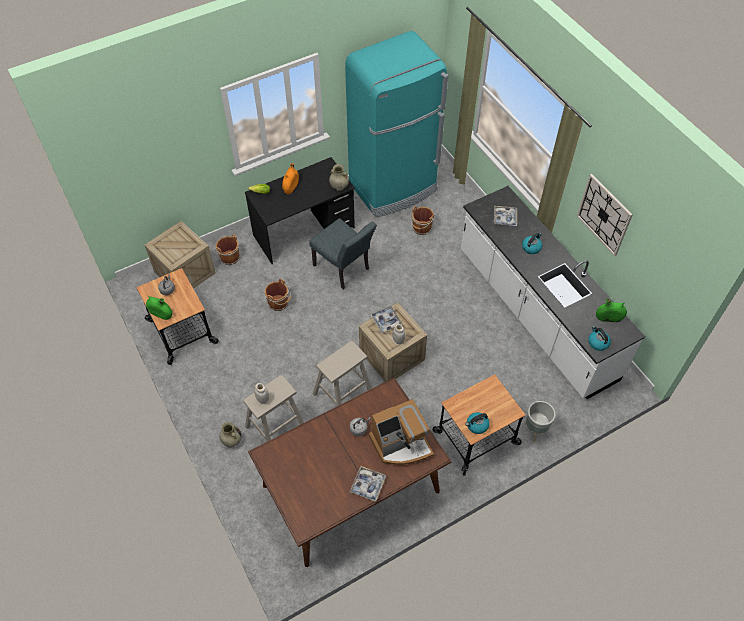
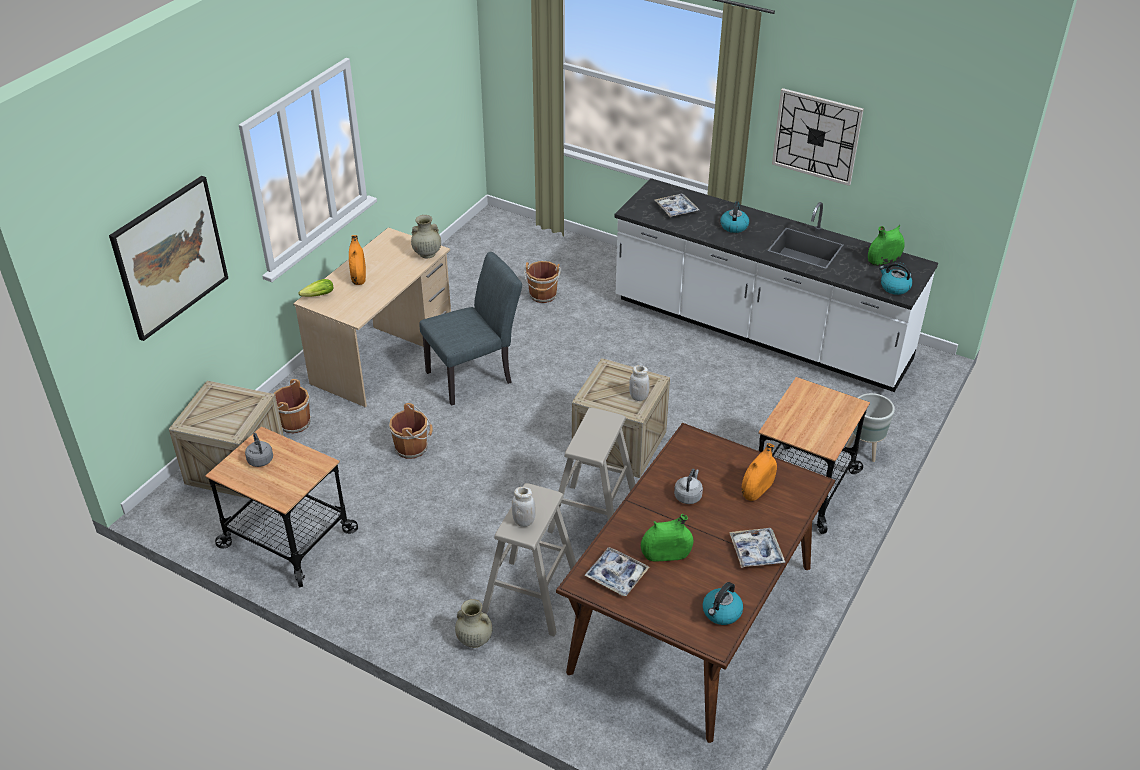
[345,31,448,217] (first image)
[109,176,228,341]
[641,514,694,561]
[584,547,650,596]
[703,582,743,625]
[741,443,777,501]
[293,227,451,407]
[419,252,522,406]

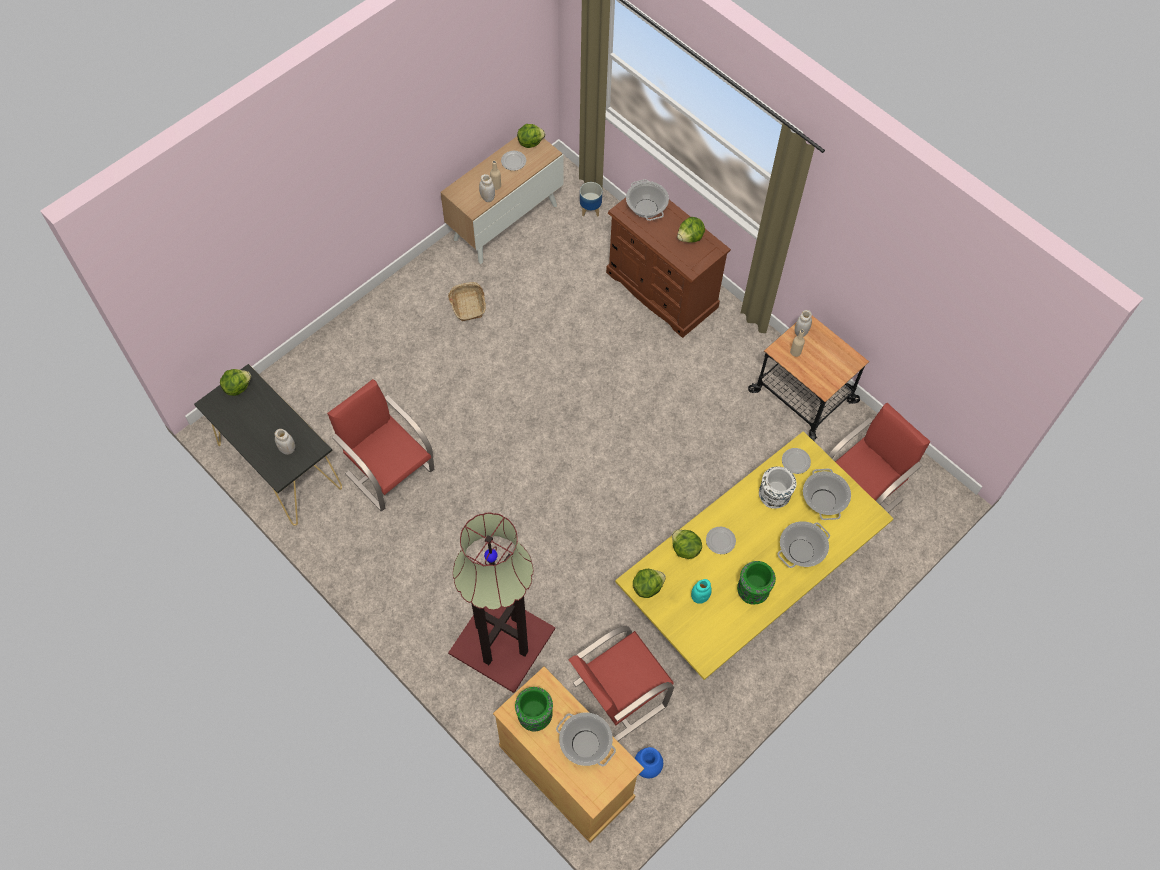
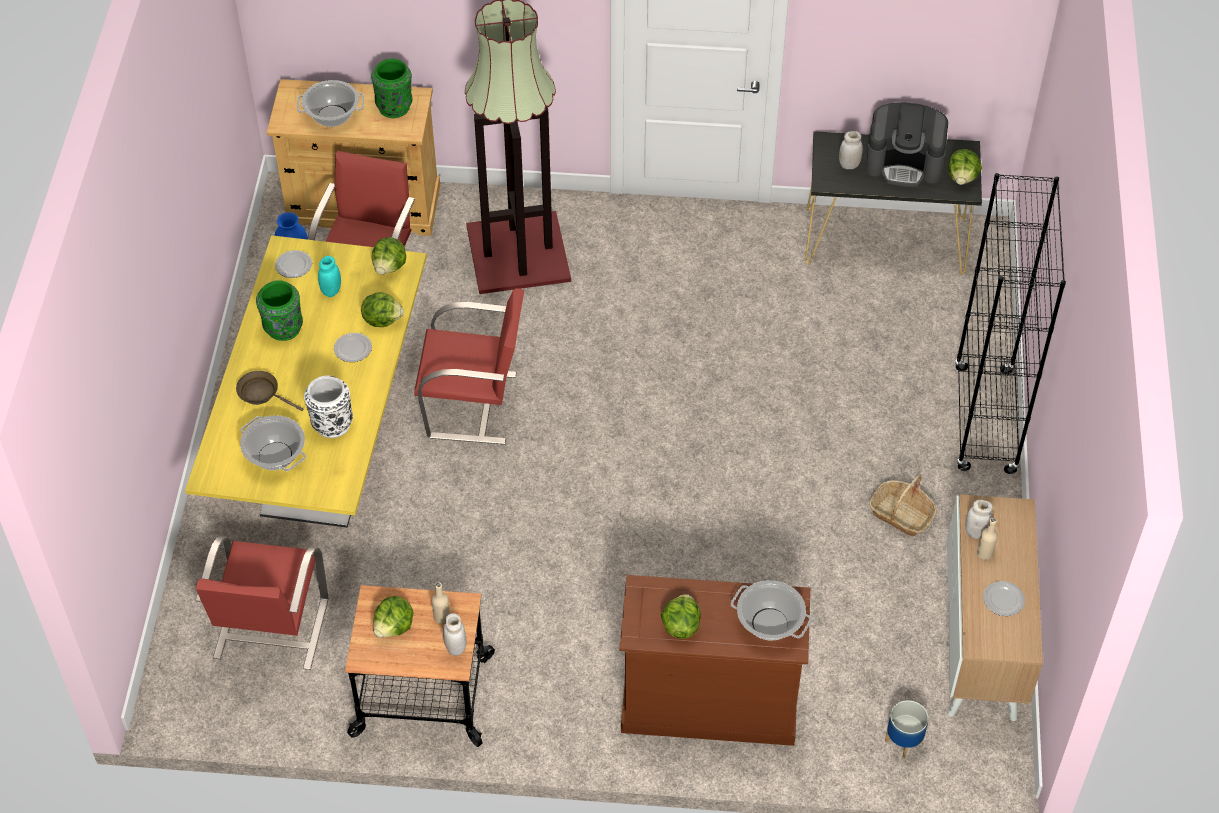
[865,102,948,187]
[954,173,1066,474]
[414,288,524,445]
[373,596,414,638]
[275,250,312,278]
[236,371,303,411]

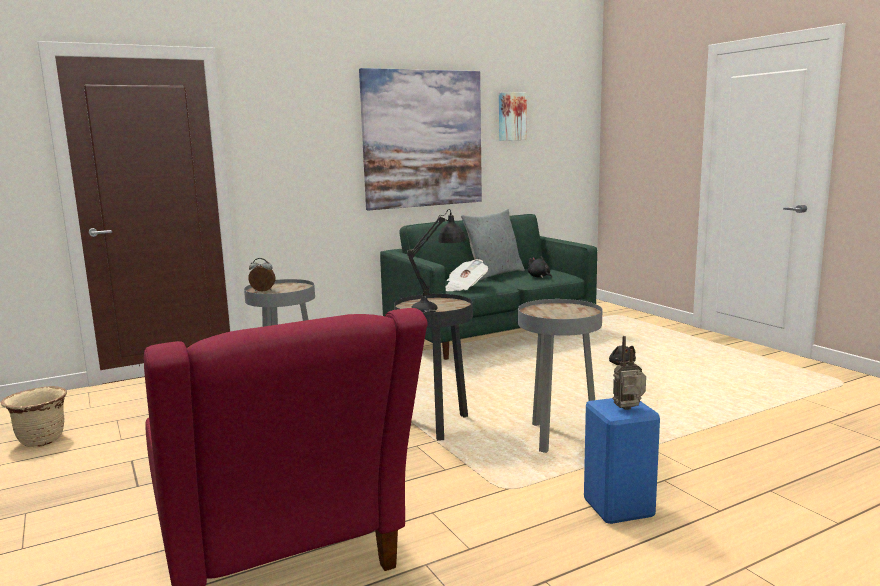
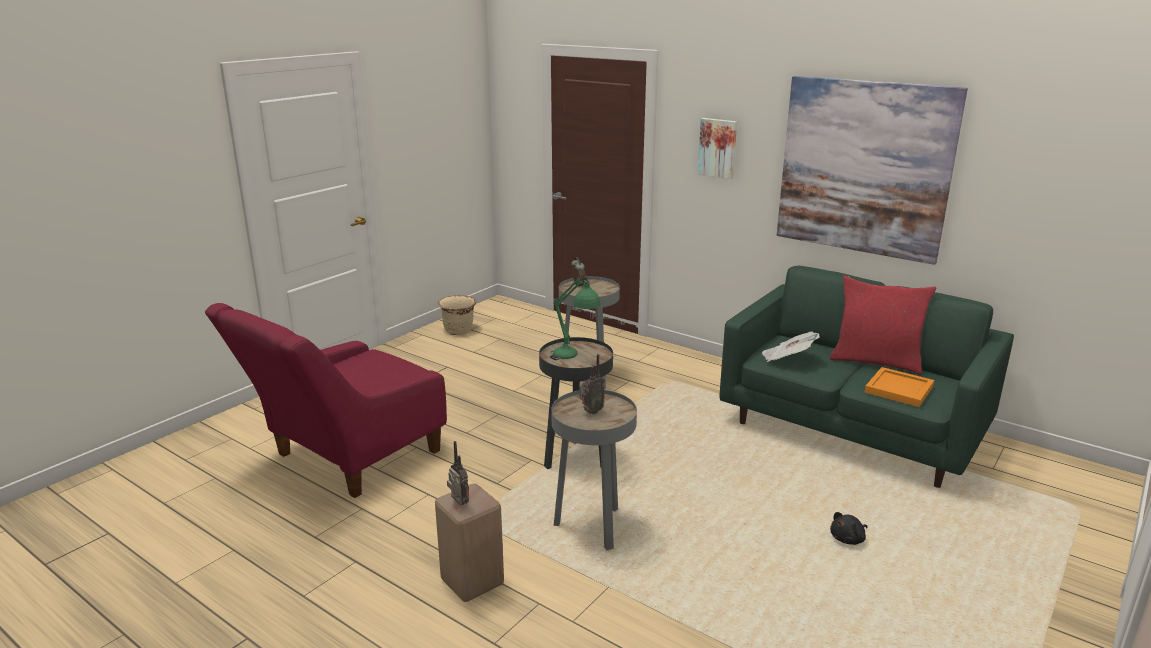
[580,354,605,414]
[698,118,737,179]
[864,367,934,407]
[550,274,601,360]
[830,275,936,375]
[435,484,504,602]

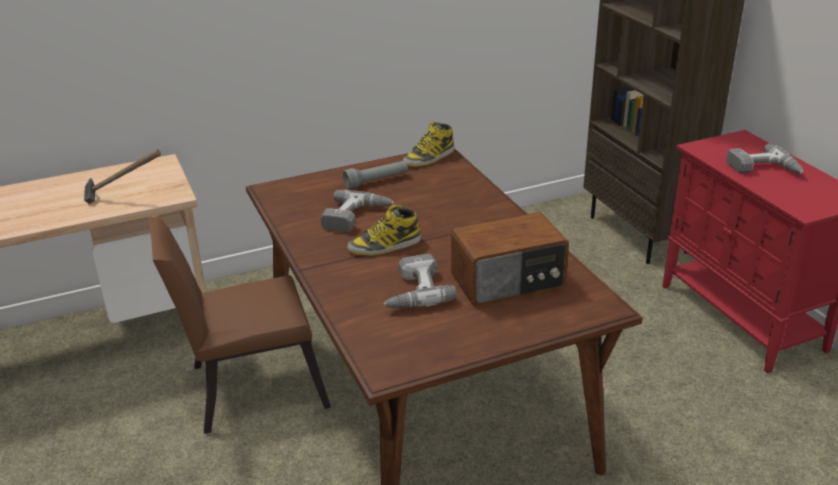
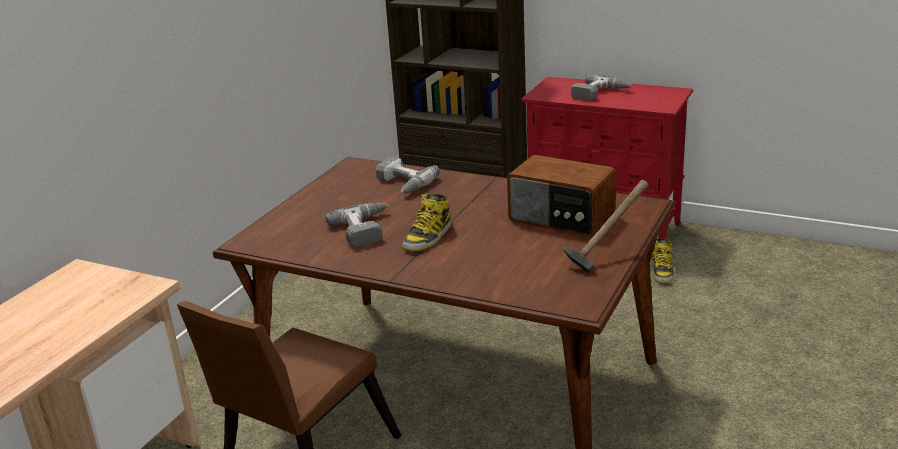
[343,161,408,189] (first image)
[562,180,649,273]
[376,157,440,193]
[652,238,674,284]
[507,155,616,237]

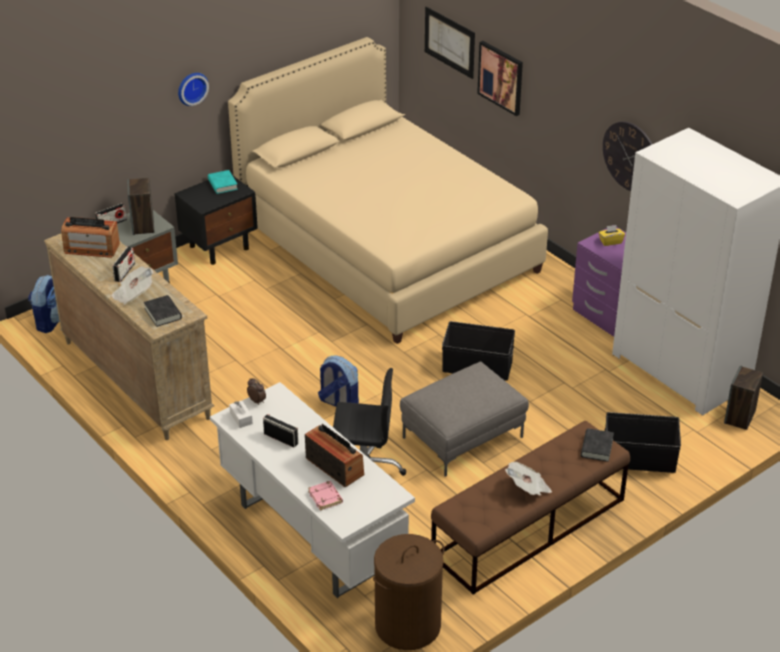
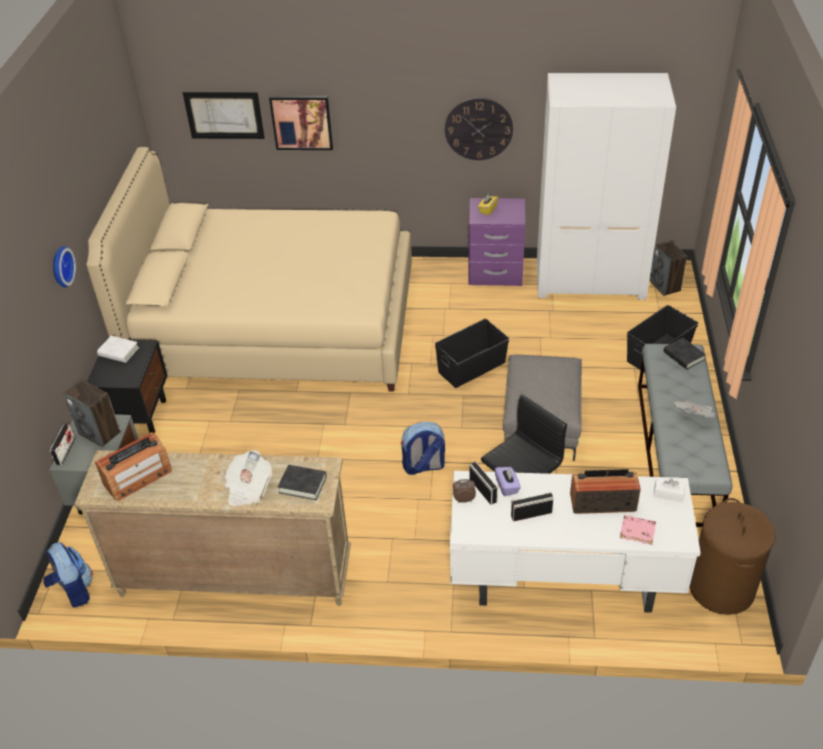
[495,467,521,496]
[469,461,498,505]
[653,478,685,502]
[97,336,139,363]
[638,344,733,527]

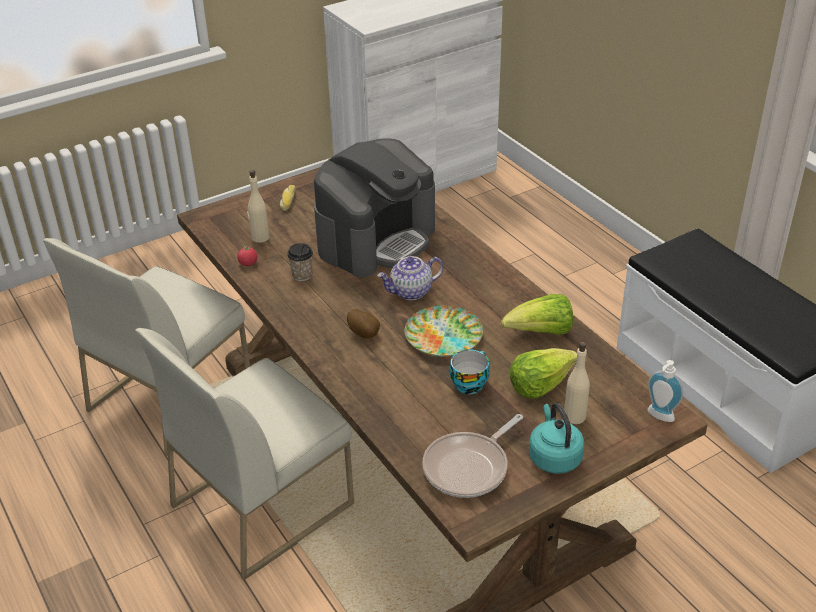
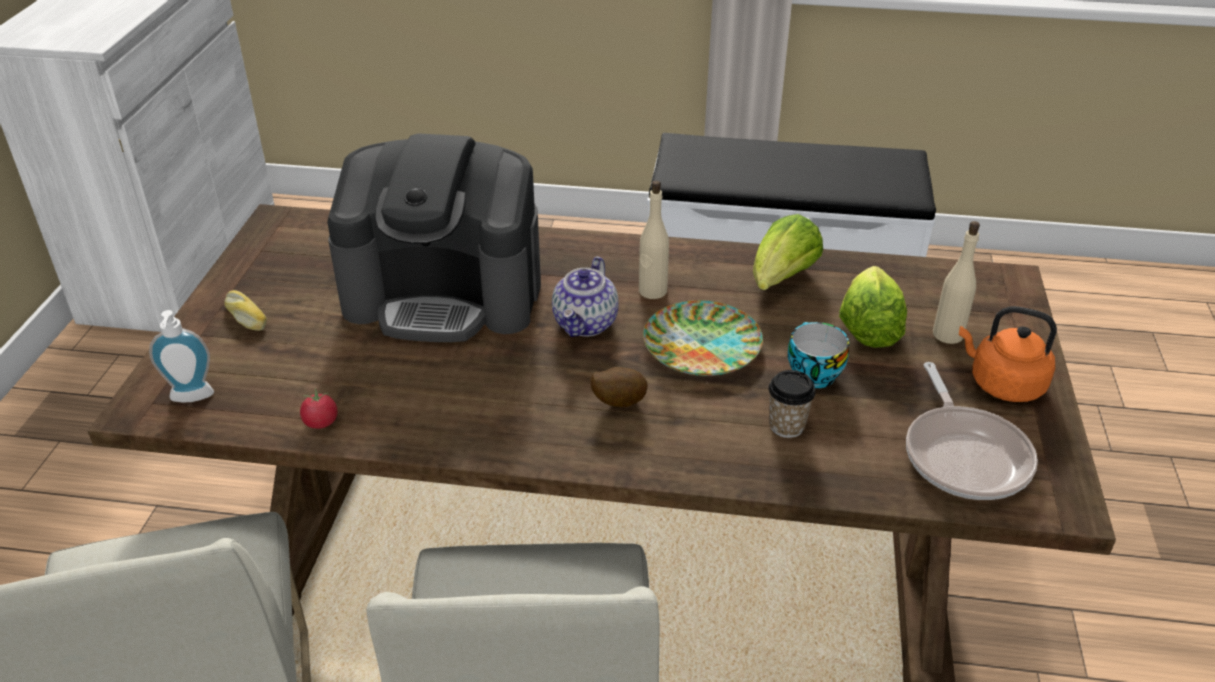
[639,180,669,299]
[768,370,816,438]
[149,310,214,402]
[959,306,1057,402]
[327,133,541,342]

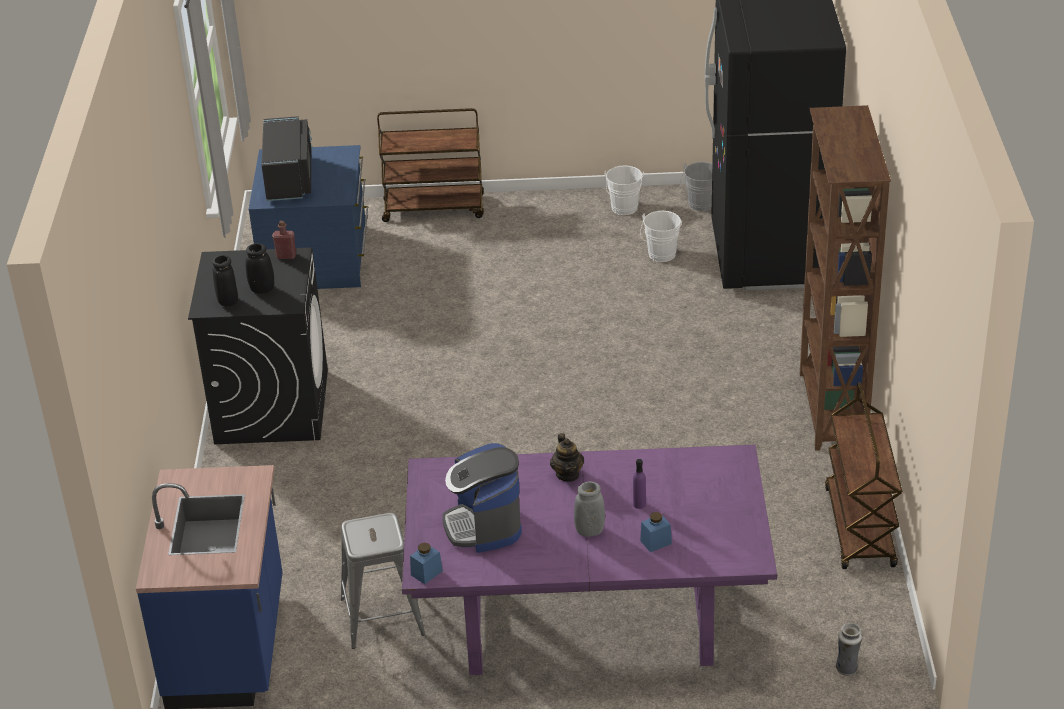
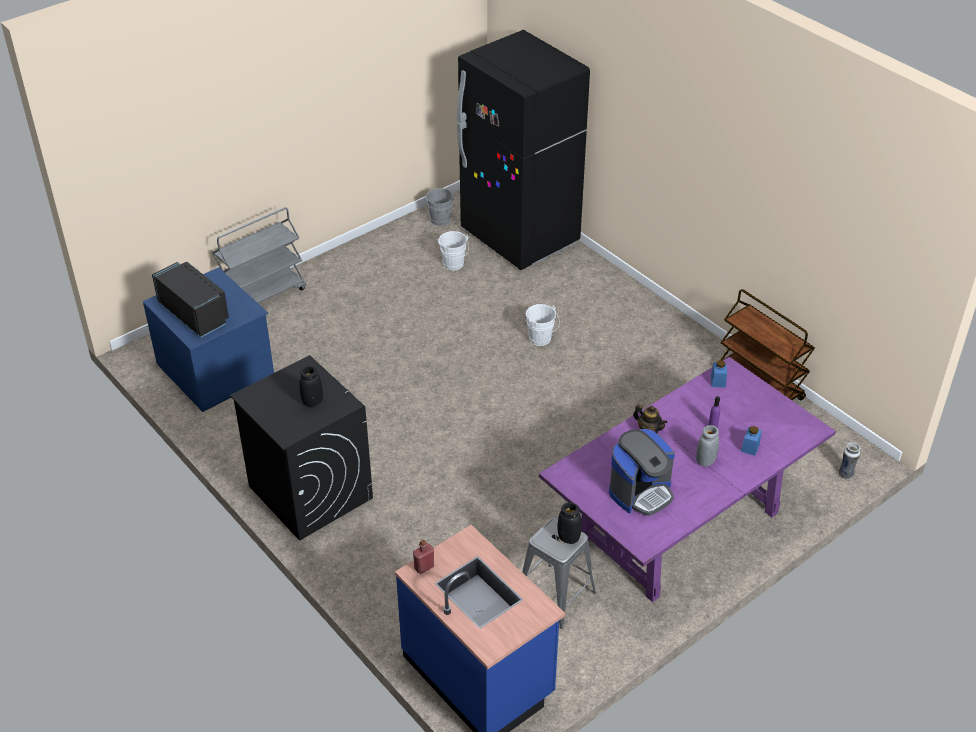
[800,105,891,451] (first image)
[557,502,582,544]
[413,540,434,574]
[711,360,727,388]
[526,304,560,346]
[212,207,306,303]
[609,429,675,516]

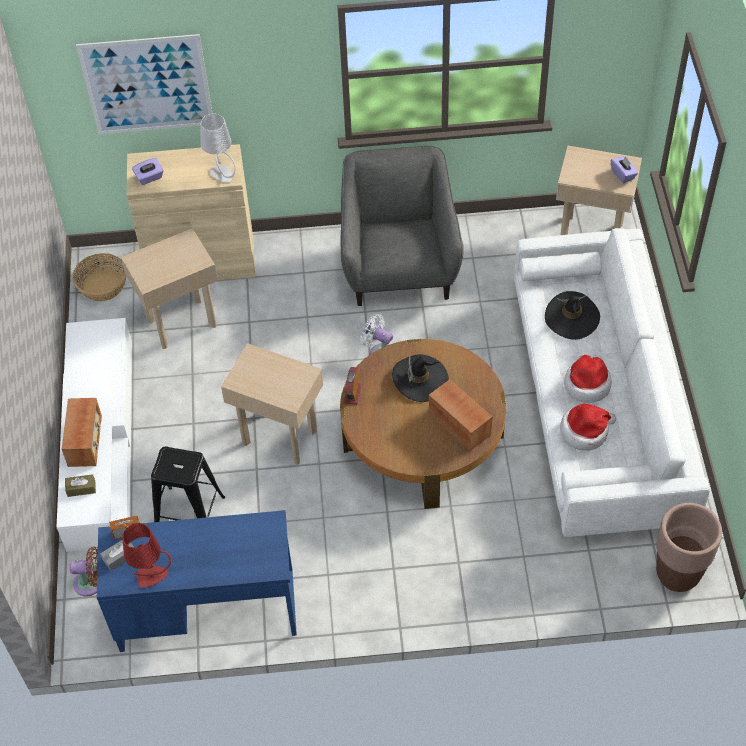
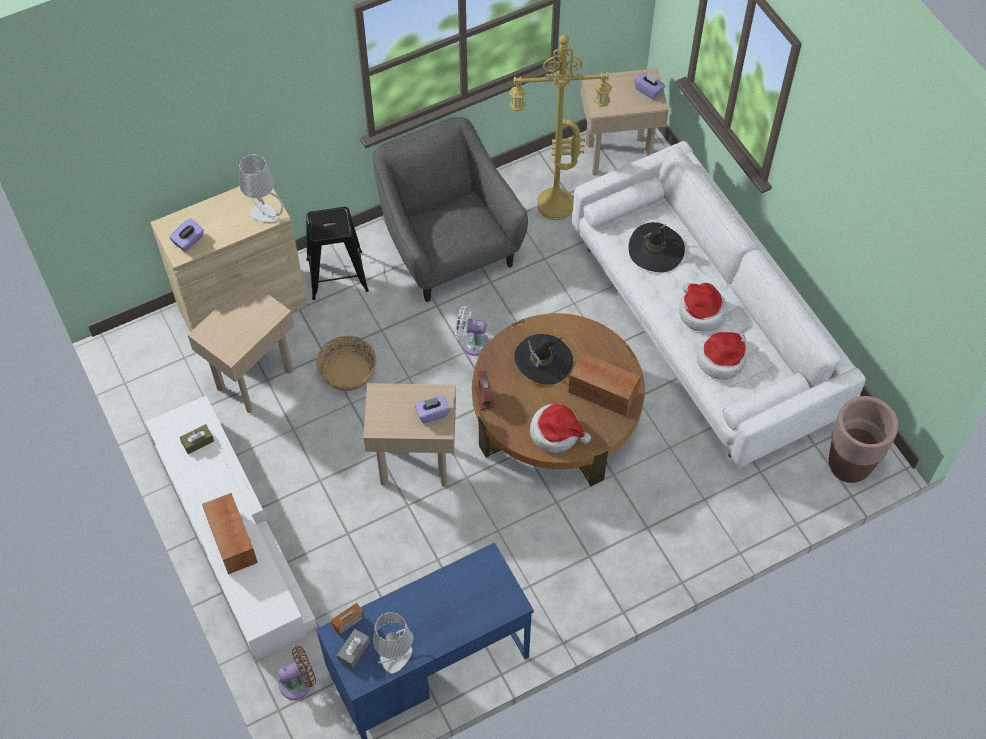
[76,34,213,134] (first image)
[415,396,450,423]
[509,35,612,220]
[530,404,591,453]
[180,424,214,454]
[316,336,377,391]
[306,207,369,300]
[373,612,413,674]

